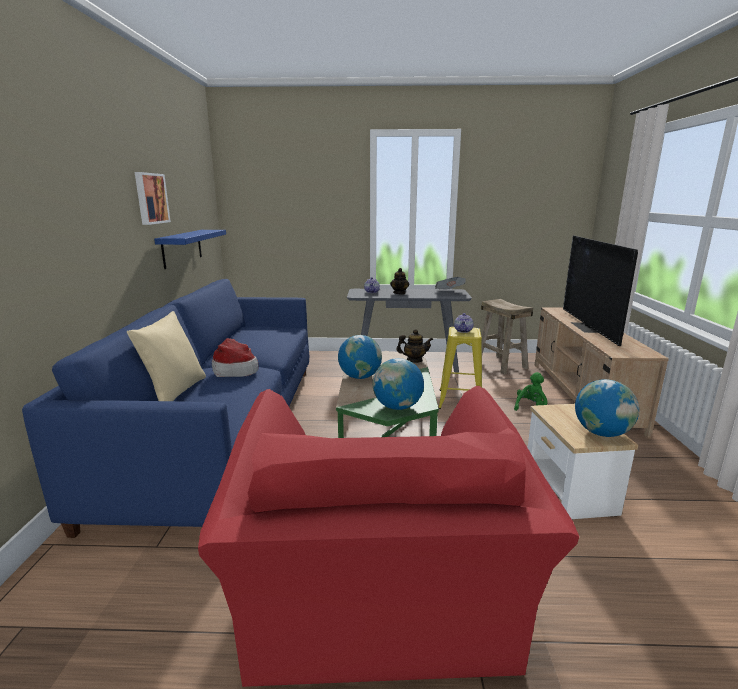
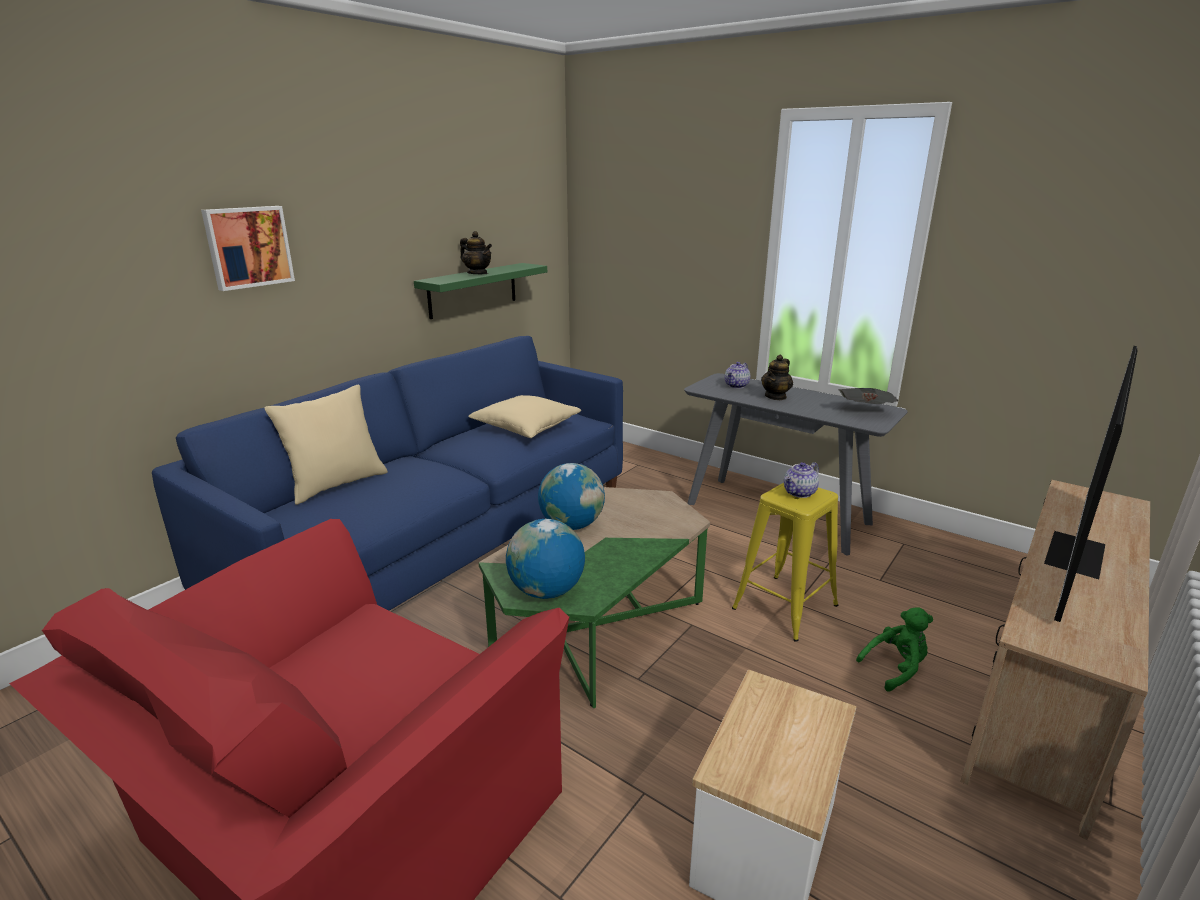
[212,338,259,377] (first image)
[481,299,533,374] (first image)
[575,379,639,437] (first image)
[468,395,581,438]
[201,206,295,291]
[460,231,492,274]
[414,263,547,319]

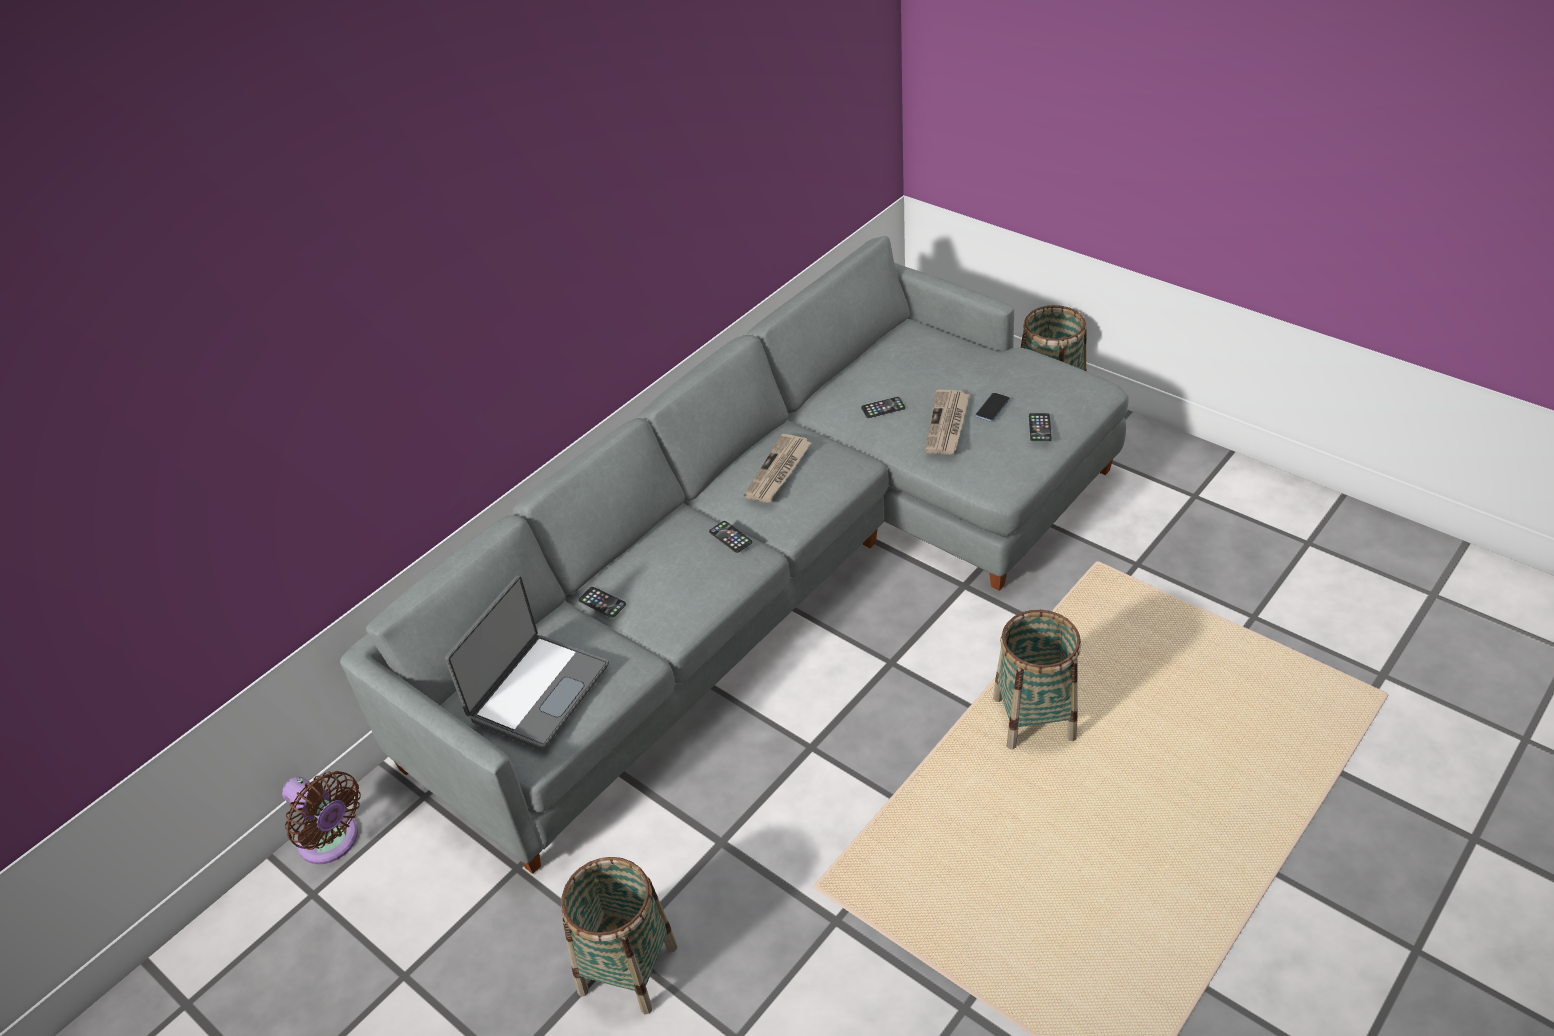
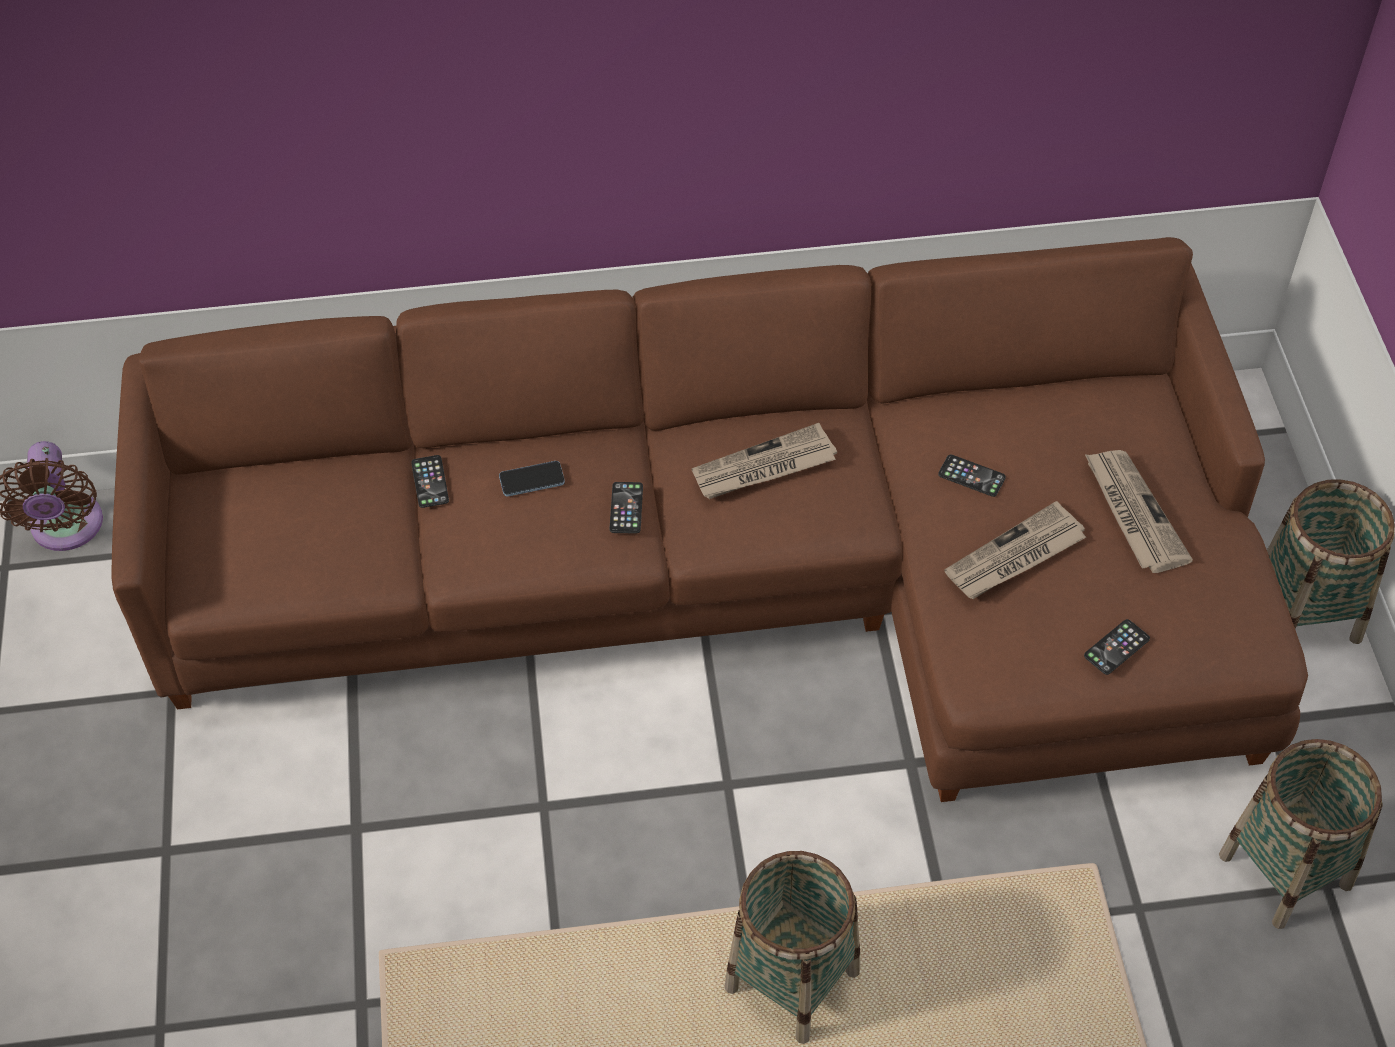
[445,575,609,750] (first image)
[1085,450,1193,573]
[1219,739,1383,929]
[499,461,565,496]
[111,237,1308,802]

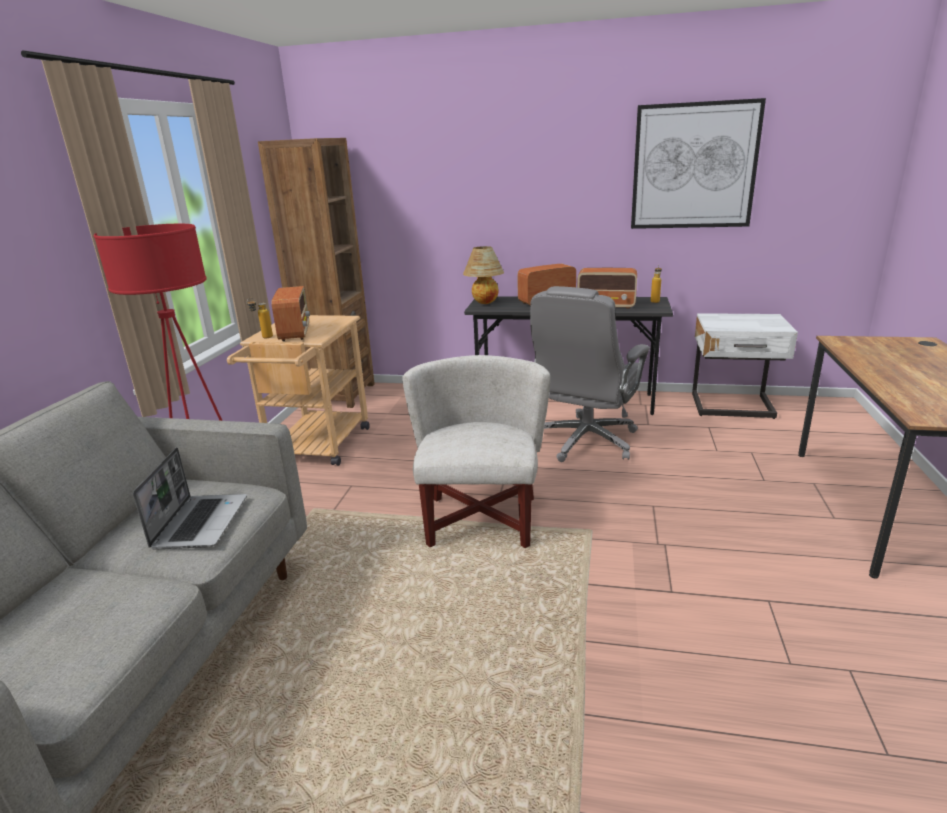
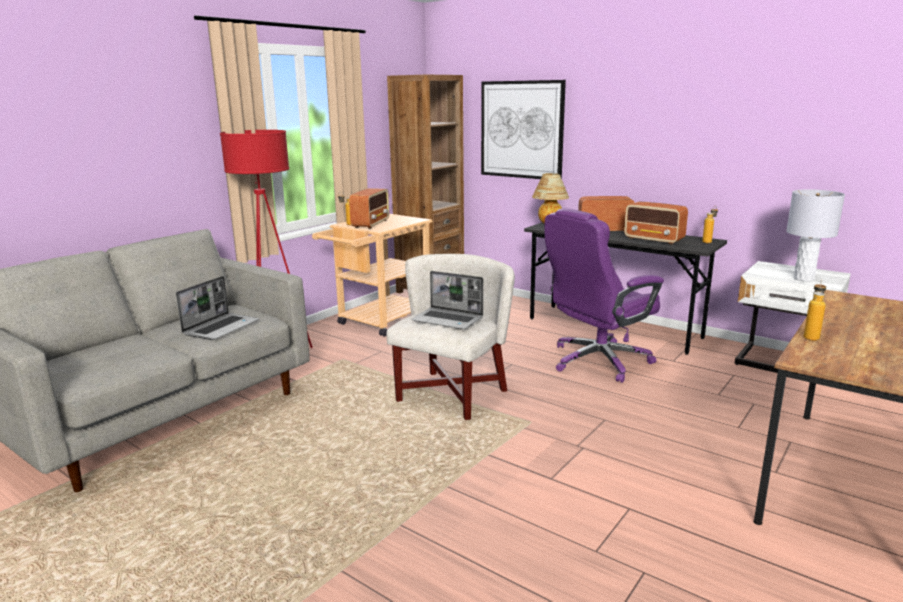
[412,271,483,329]
[786,189,845,281]
[804,279,826,341]
[481,80,566,179]
[544,208,664,383]

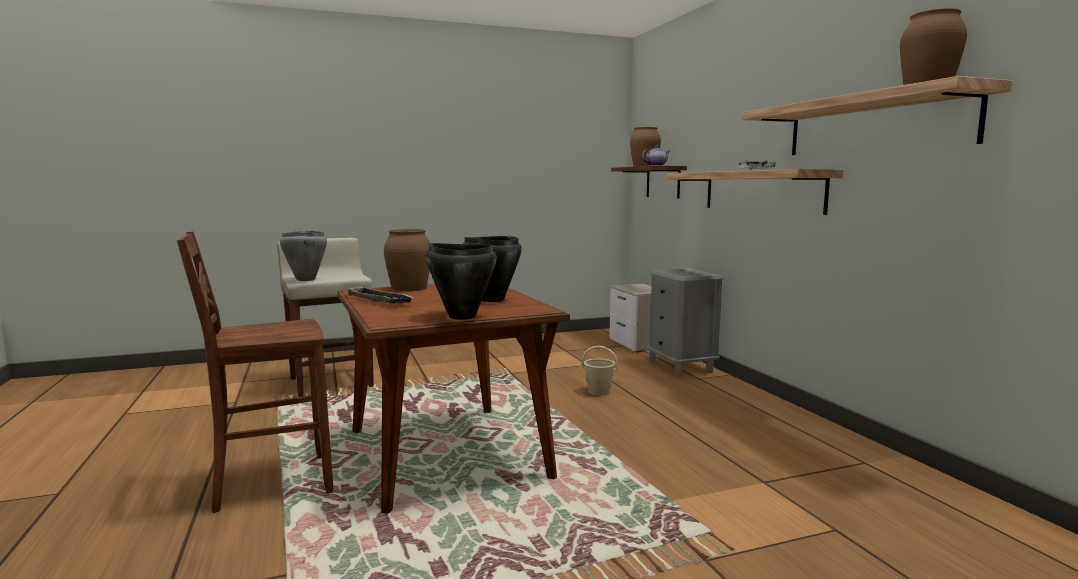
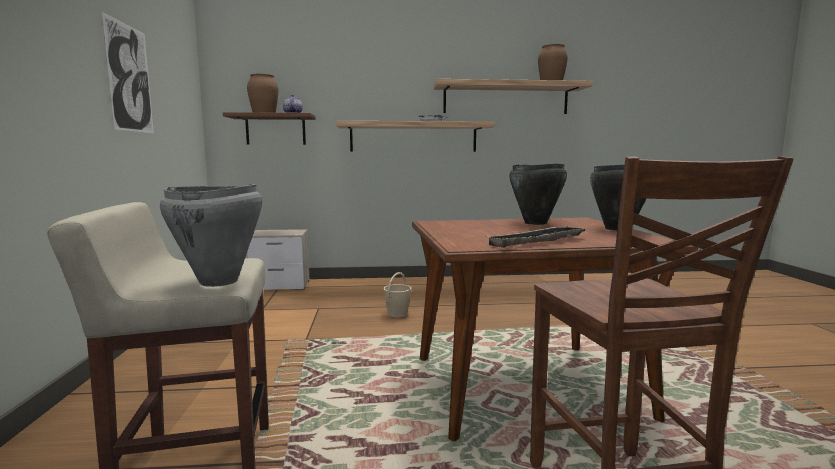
[384,229,430,291] (first image)
[647,268,724,377] (first image)
[101,12,154,133]

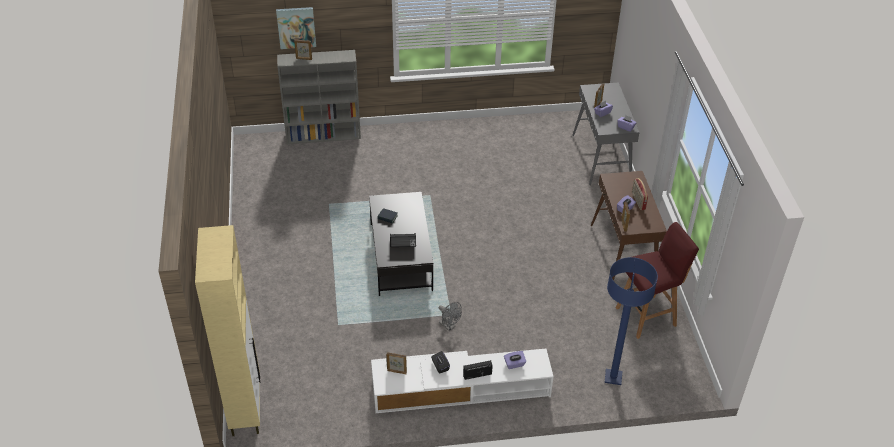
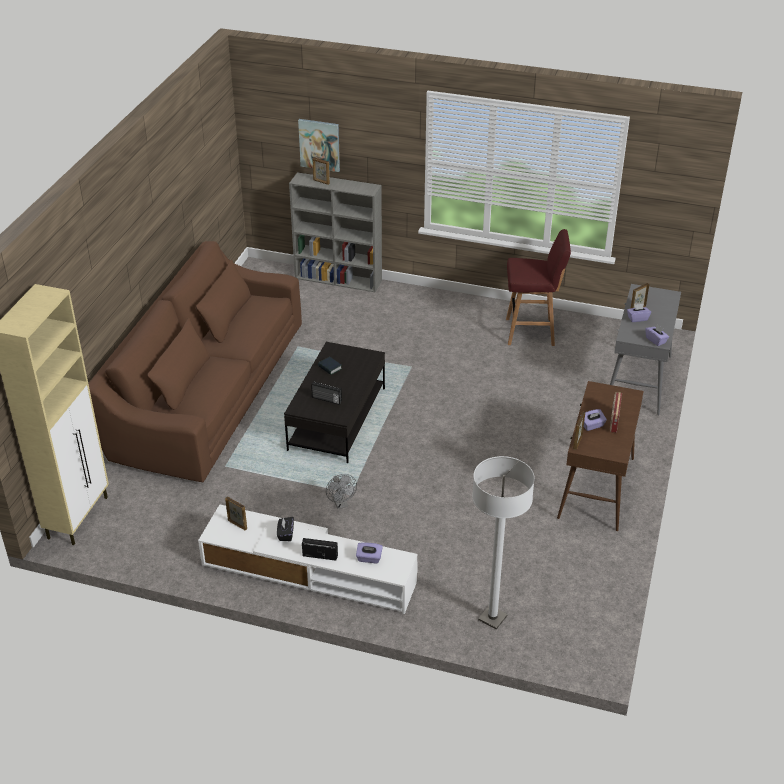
[88,241,302,483]
[506,229,571,346]
[472,456,535,629]

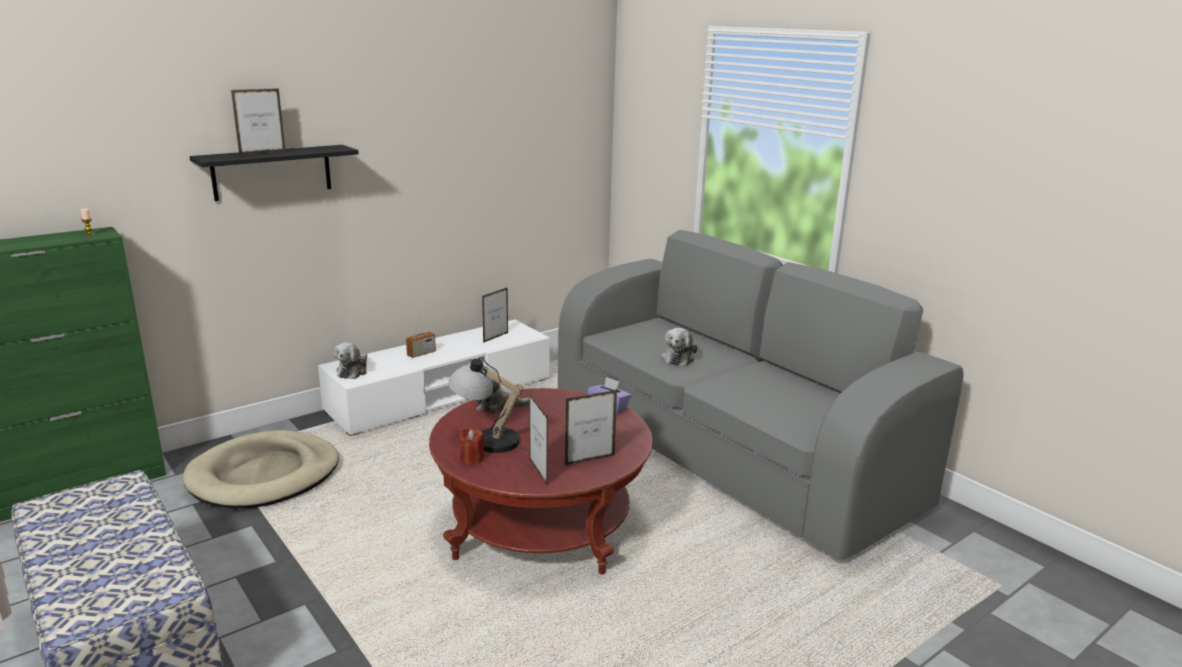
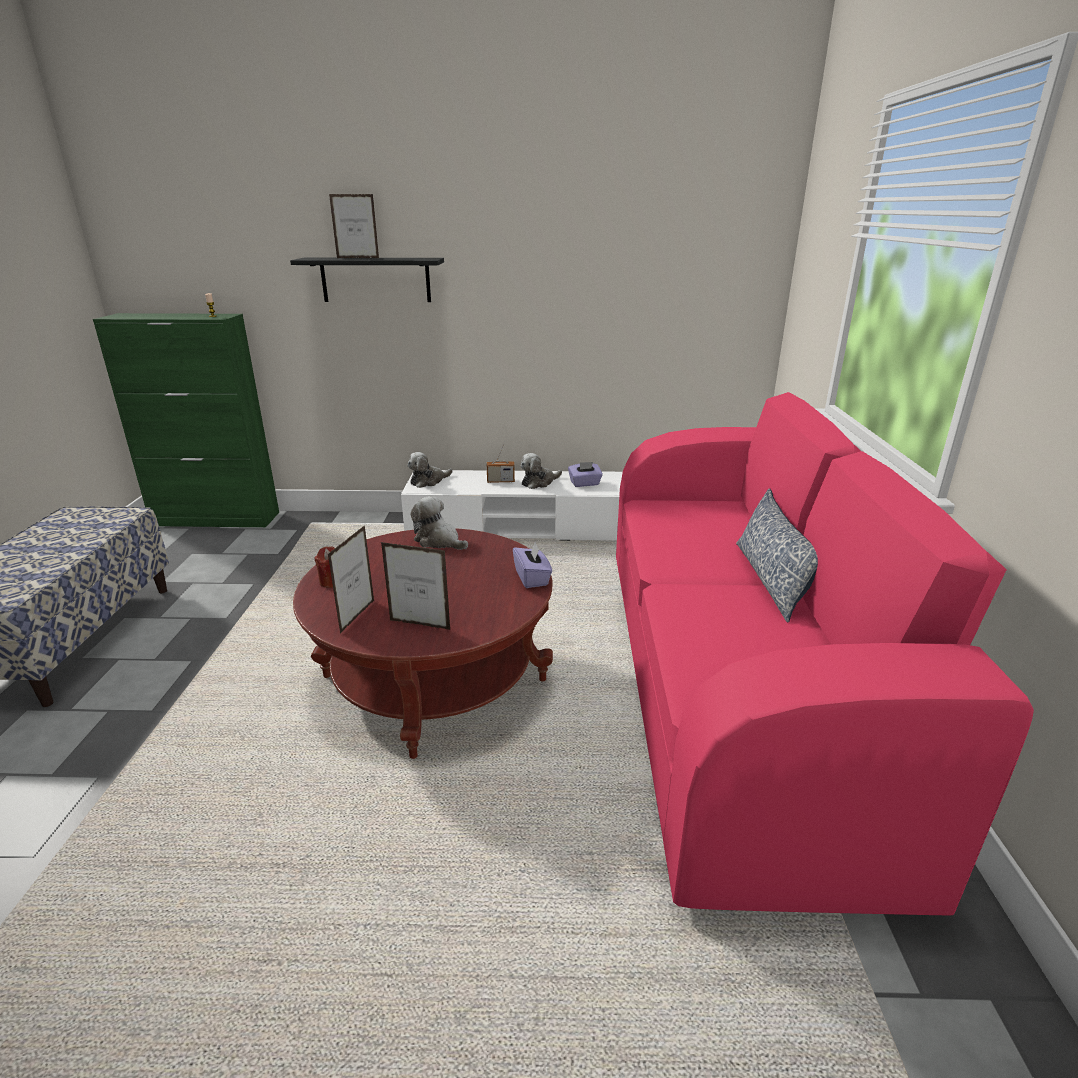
[183,430,339,508] (first image)
[448,357,530,453] (first image)
[736,488,818,622]
[521,453,562,489]
[568,462,603,487]
[616,392,1034,915]

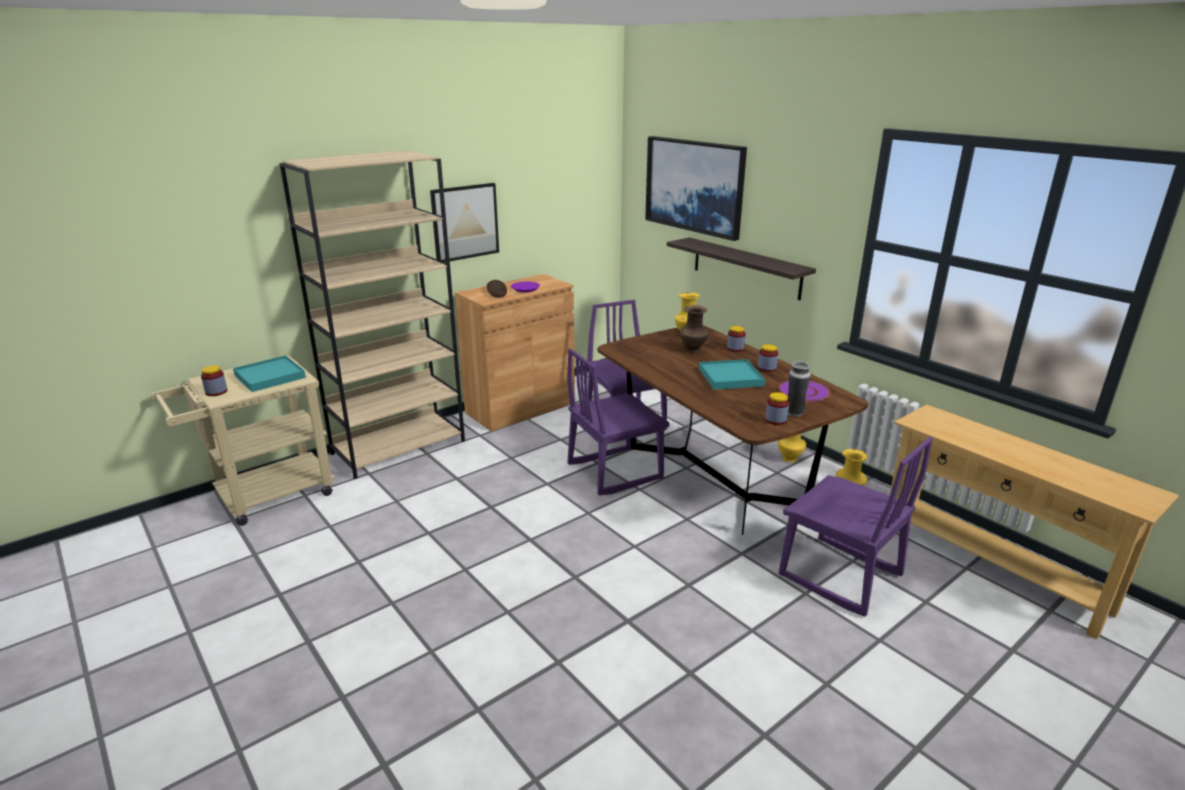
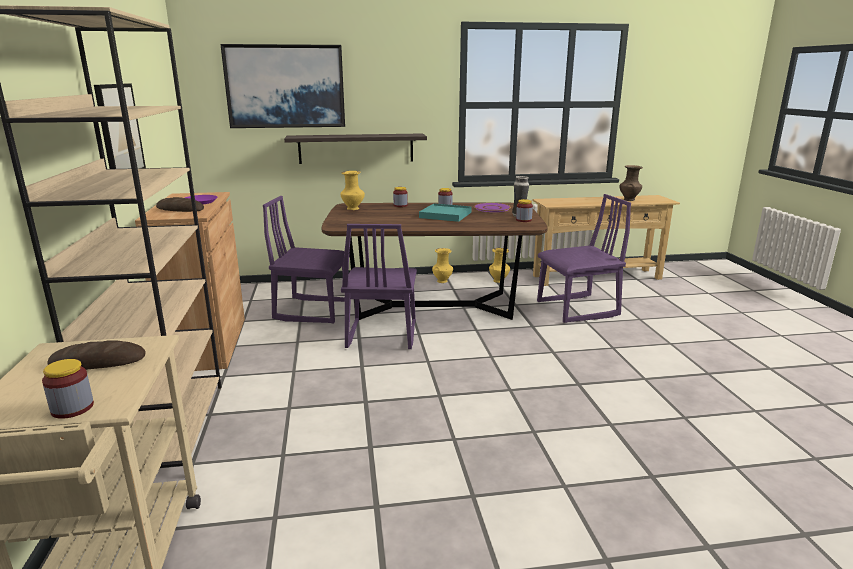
[620,165,643,201]
[47,340,145,370]

